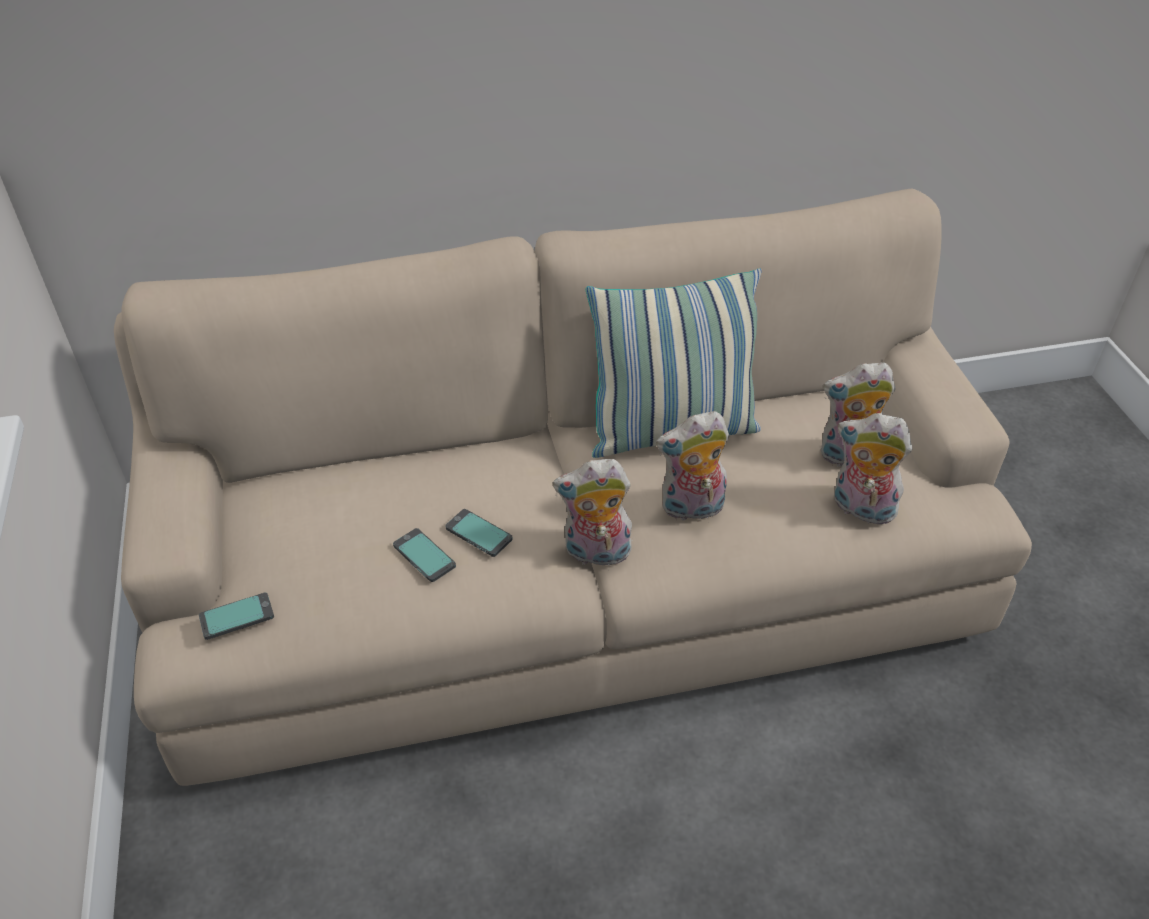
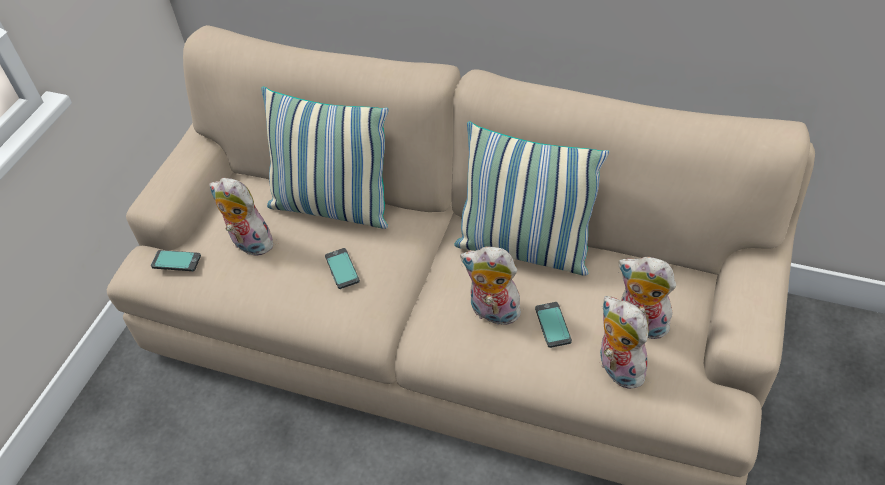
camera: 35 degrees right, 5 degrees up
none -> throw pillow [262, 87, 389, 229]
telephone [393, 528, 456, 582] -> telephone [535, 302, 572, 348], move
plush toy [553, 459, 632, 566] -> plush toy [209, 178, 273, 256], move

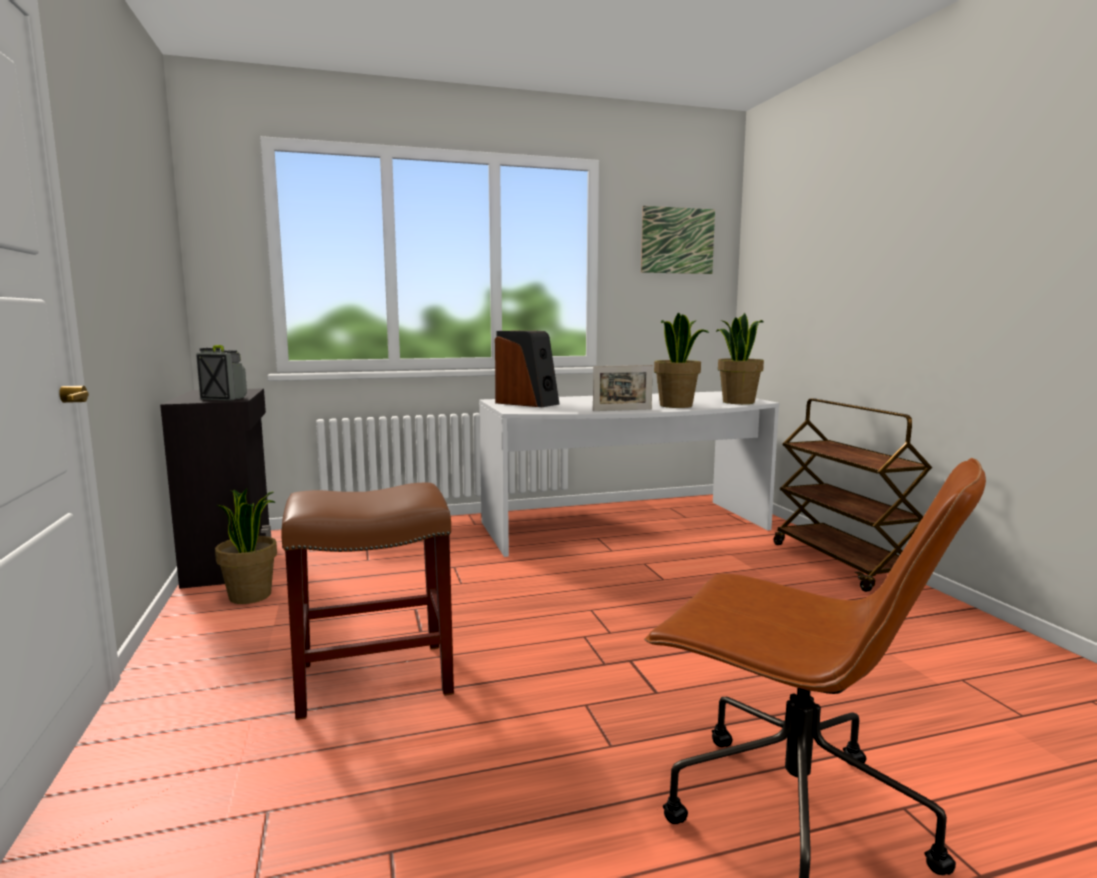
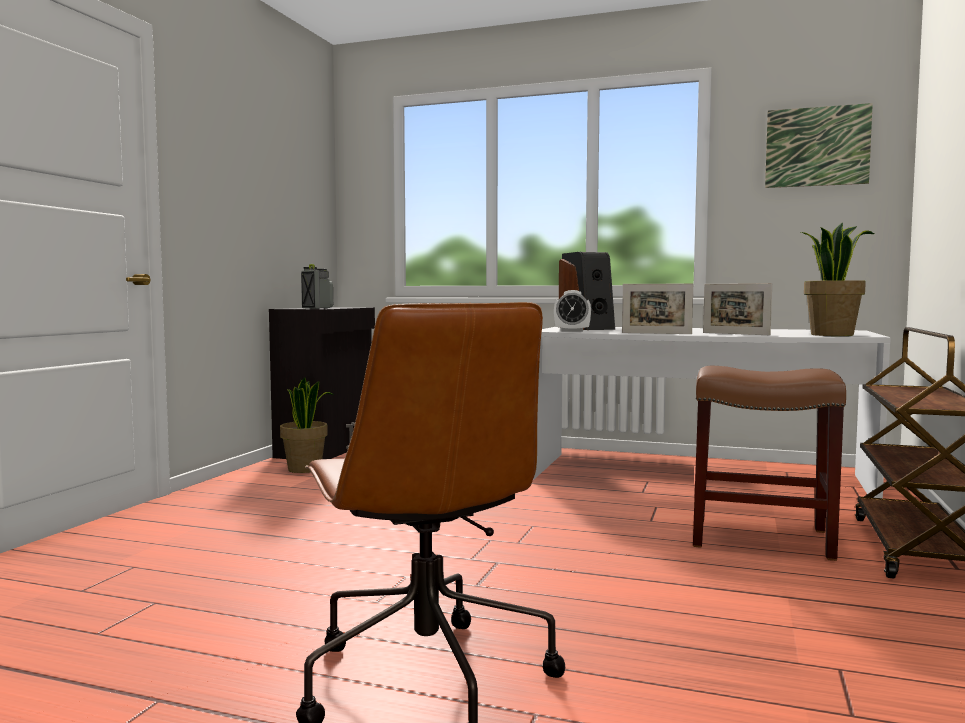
camera: 35 degrees right, 5 degrees down
none -> bedside clock [554, 290, 591, 332]
brown stool [281, 483, 454, 720] -> brown stool [693, 366, 846, 561], move
potted plant [654, 312, 709, 408] -> standing frame [703, 283, 772, 335]

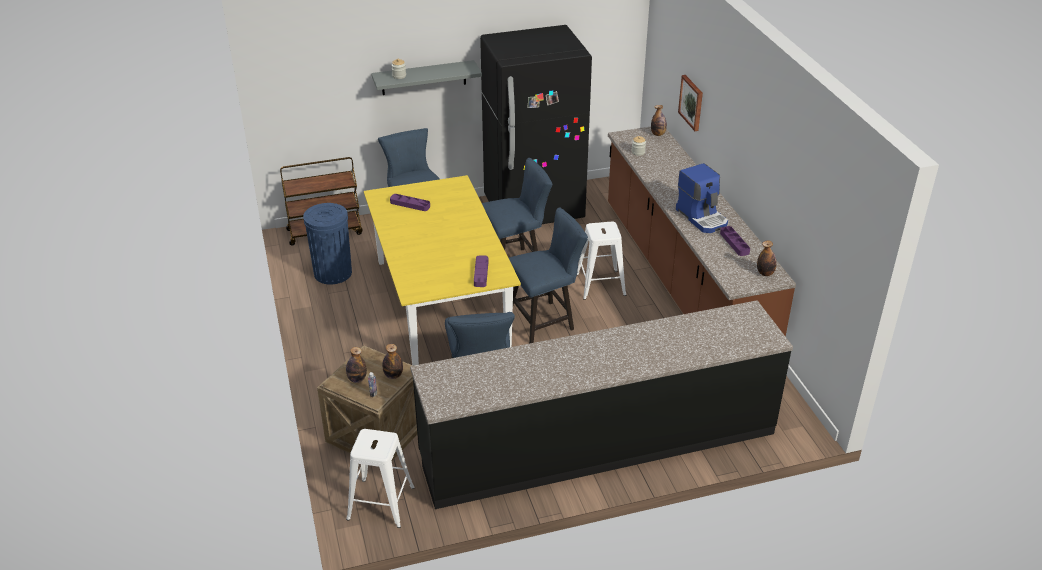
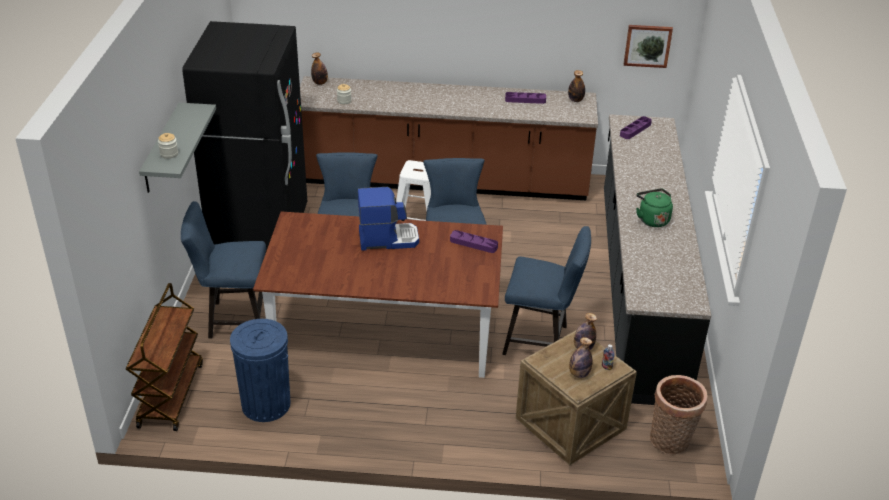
camera: 70 degrees left, 0 degrees up
none -> greenish tea kettle [636, 189, 673, 227]
purplish serving tray [390, 194, 430, 211] -> purplish serving tray [620, 116, 652, 139], move
coffee machine [676, 163, 728, 233] -> coffee machine [358, 187, 419, 251], move
wall picture [678, 75, 703, 131] -> wall picture [624, 25, 673, 68], move
white-coloured stool [346, 429, 415, 528] -> basket [650, 375, 708, 454]
yellowish dining table [364, 175, 521, 366] -> brown dining table [253, 212, 503, 378]

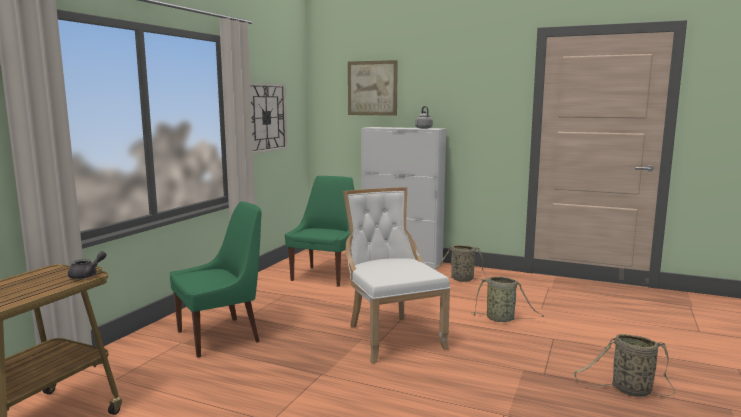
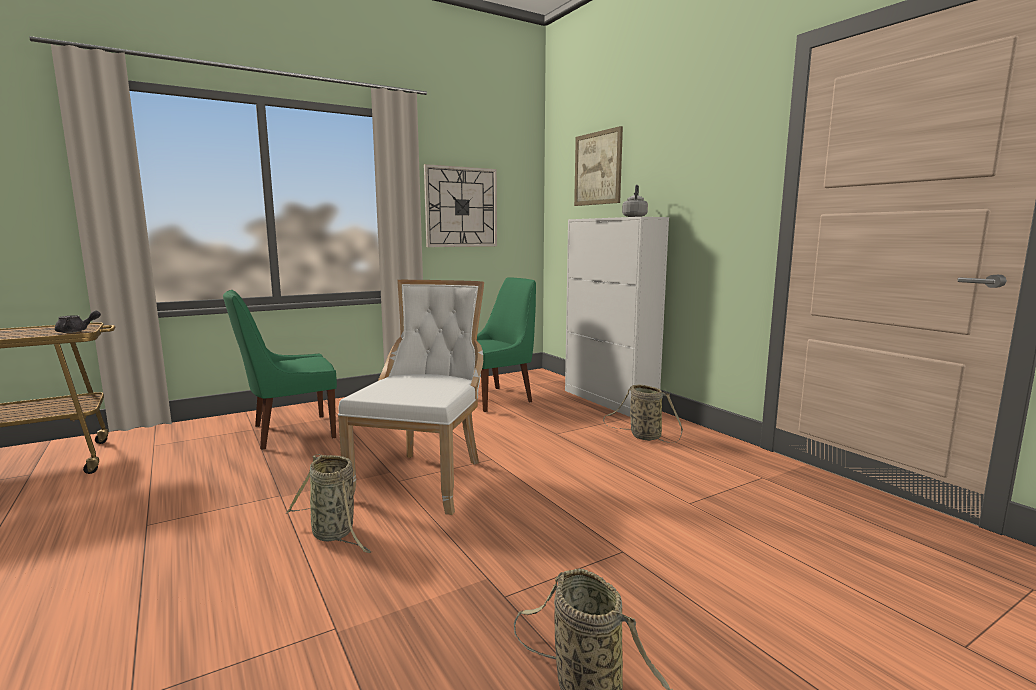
camera: 35 degrees right, 0 degrees up
basket [473, 276, 544, 322] -> basket [286, 454, 373, 553], move
greenish plain chair [170, 202, 261, 358] -> greenish plain chair [223, 290, 337, 450], 150 degrees clockwise

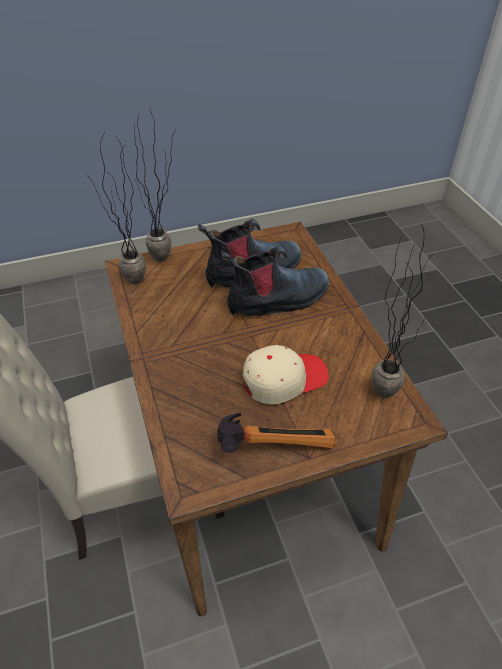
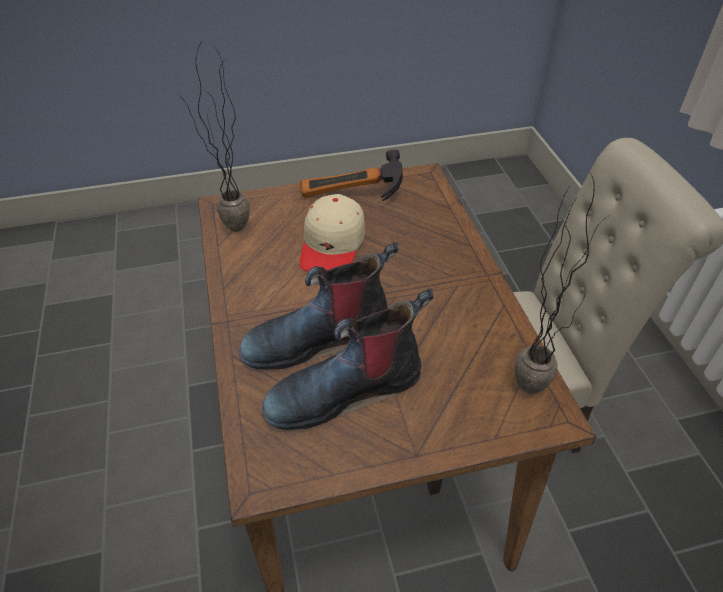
camera: 175 degrees left, 0 degrees up
potted plant [134, 107, 176, 262] -> none
beige-coloured cap [243, 345, 329, 404] -> beige-coloured cap [300, 194, 365, 272], 60 degrees counterclockwise

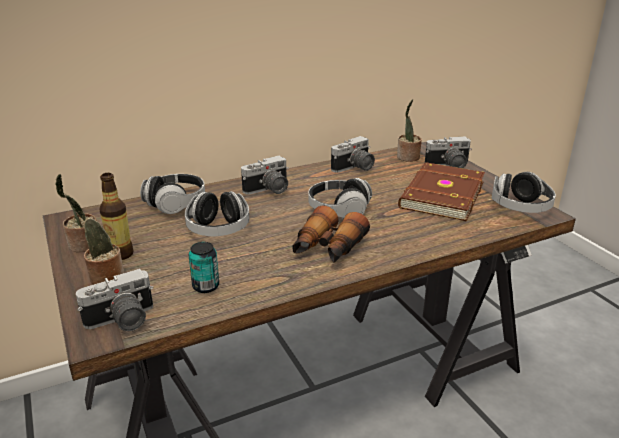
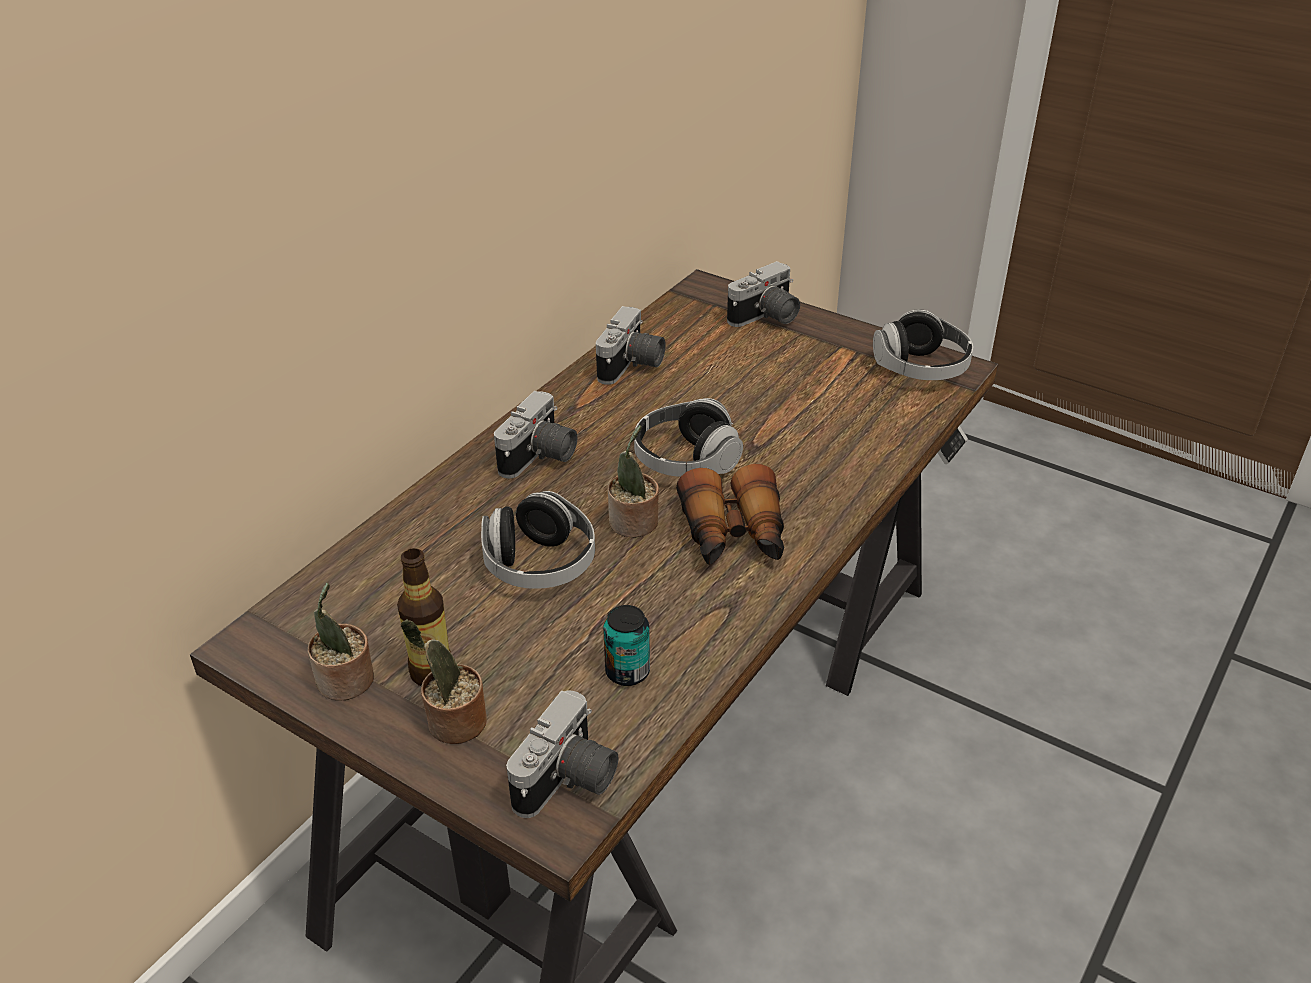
camera: 30 degrees left, 10 degrees up
headphones [140, 174, 205, 214] -> none
brown volume [398, 162, 485, 221] -> none
potted plant [397, 99, 422, 162] -> potted plant [608, 425, 659, 537], move

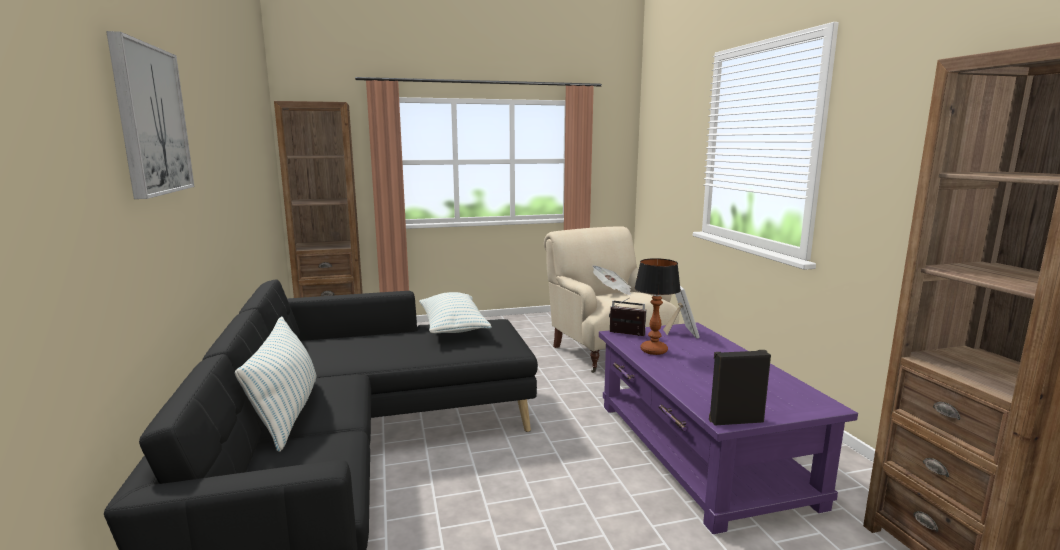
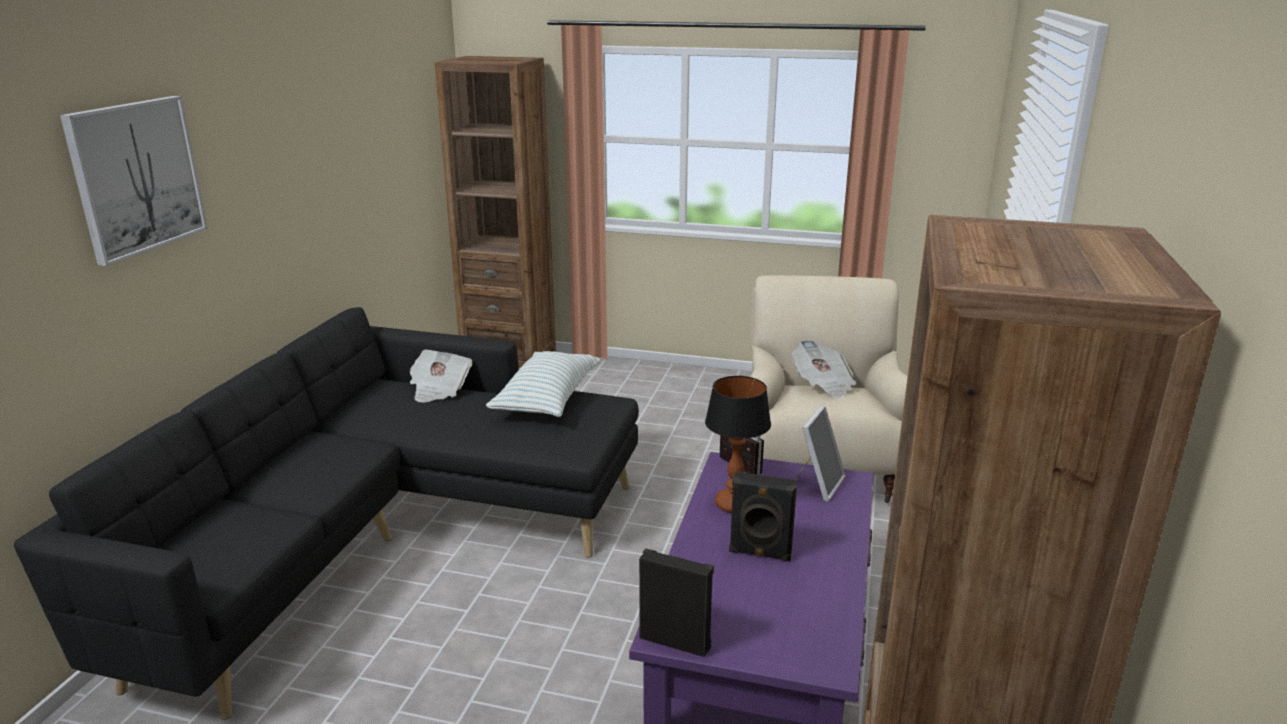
camera: 30 degrees right, 10 degrees up
throw pillow [235, 317, 317, 452] -> none
none -> newspaper [410, 350, 472, 402]
none -> black-coloured speaker [729, 471, 797, 562]

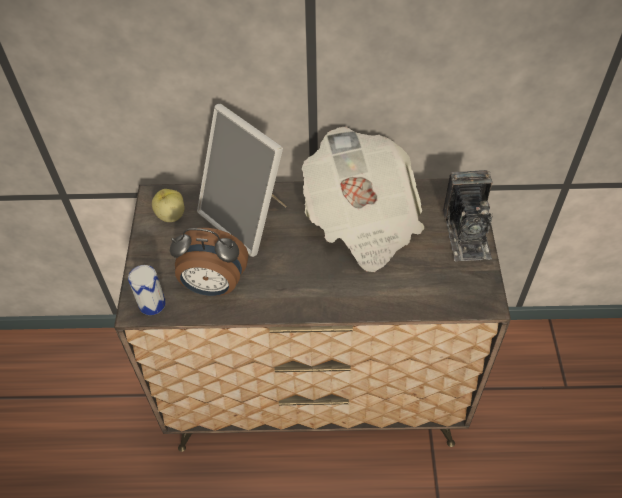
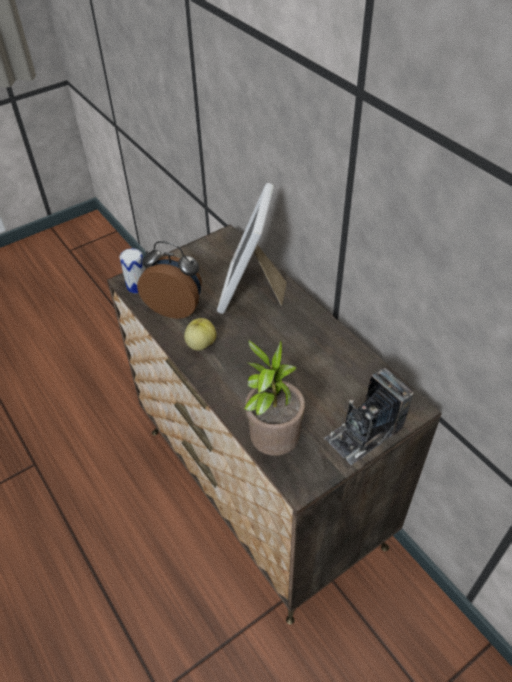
camera: 55 degrees right, 5 degrees down
newspaper [302, 127, 424, 272] -> none
none -> potted plant [244, 340, 305, 456]
whole apple [152, 189, 185, 222] -> whole apple [184, 318, 217, 351], move
bedside clock [170, 228, 248, 296] -> bedside clock [137, 241, 202, 319], 135 degrees clockwise

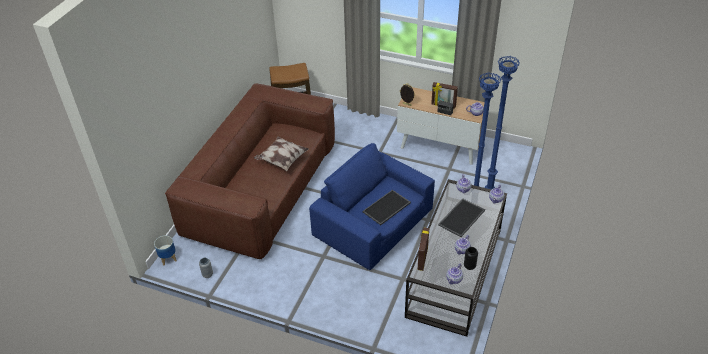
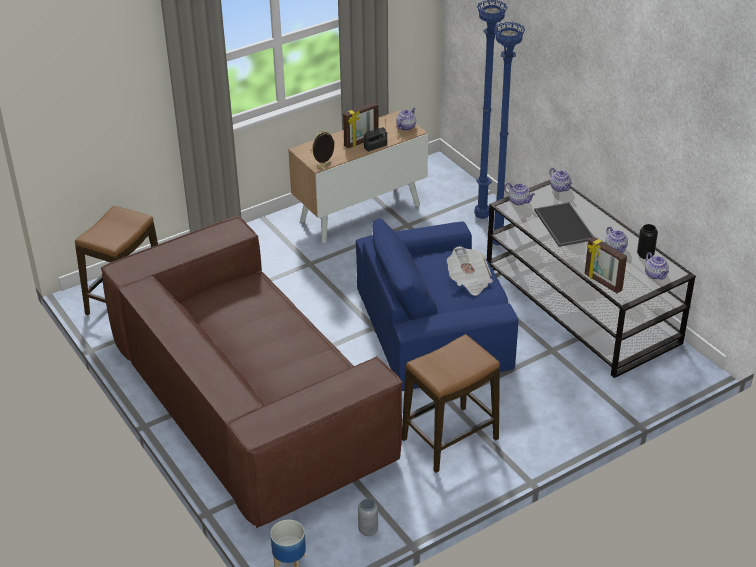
camera: 55 degrees left, 5 degrees down
throw pillow [254, 137, 309, 171] -> none
none -> stool [402, 334, 500, 473]
serving tray [362, 190, 411, 225] -> newspaper [447, 246, 493, 296]

